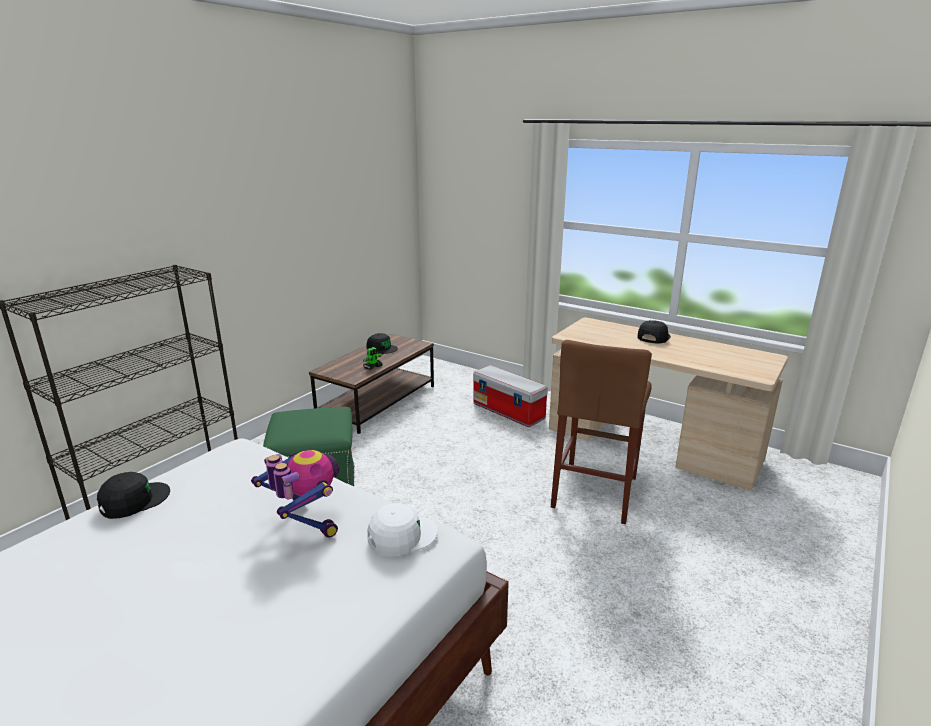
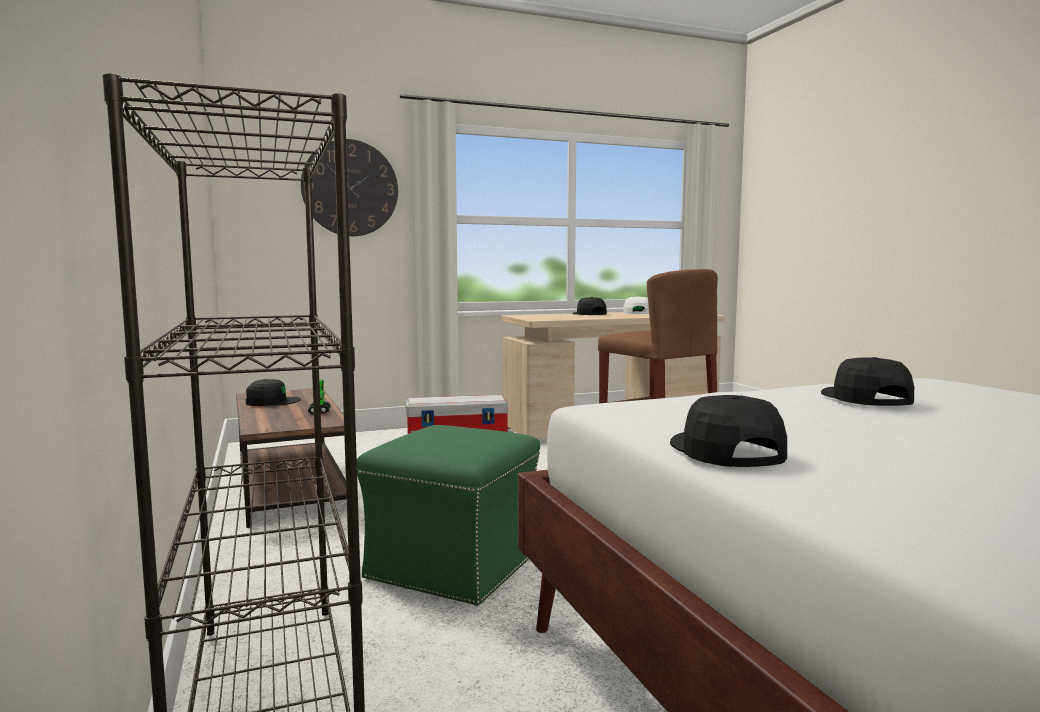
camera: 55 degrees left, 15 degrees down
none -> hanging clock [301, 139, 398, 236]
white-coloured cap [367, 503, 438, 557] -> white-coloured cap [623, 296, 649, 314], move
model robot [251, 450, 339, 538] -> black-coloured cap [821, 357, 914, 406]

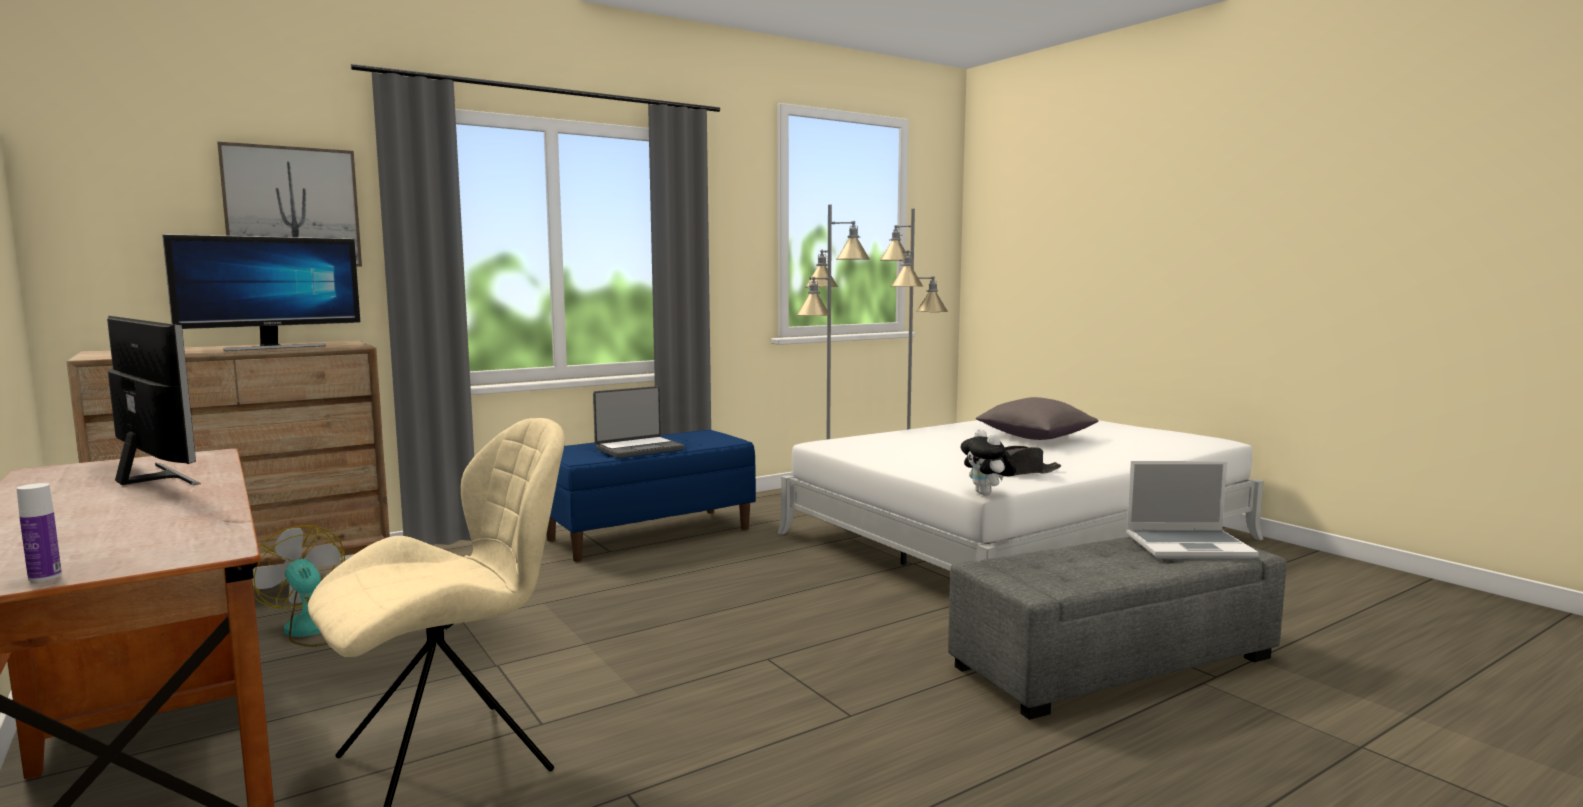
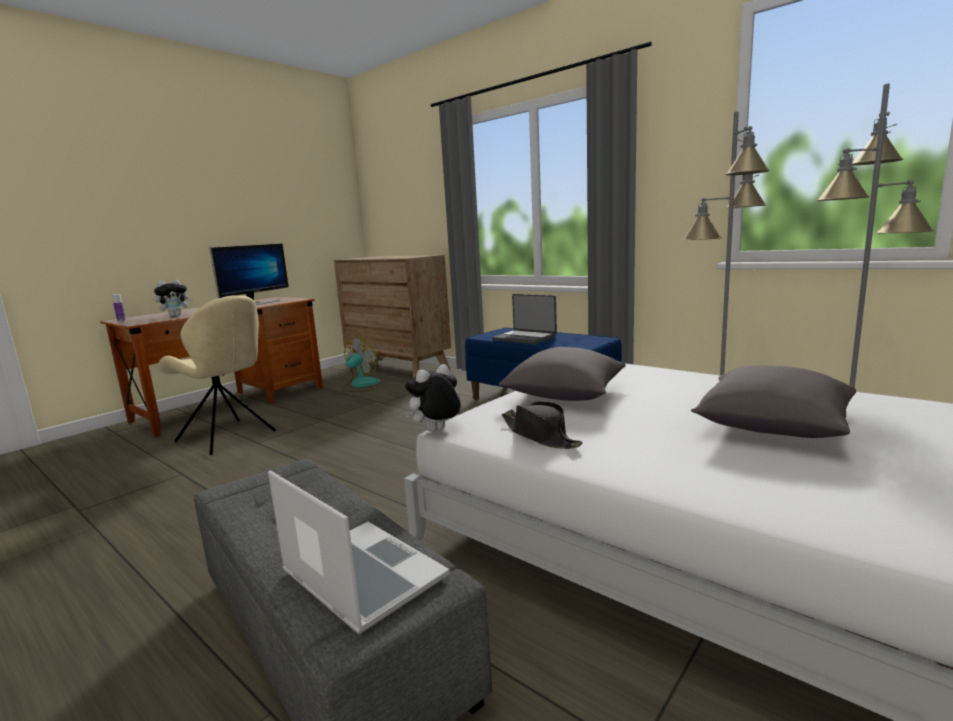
camera: 75 degrees right, 5 degrees up
computer display [162, 234, 360, 351] -> none
wall picture [217, 142, 362, 266] -> none
none -> plush toy [154, 279, 193, 317]
none -> greyish throw pillow [499, 347, 626, 401]
portable computer [1126, 461, 1259, 559] -> portable computer [268, 470, 450, 634], 150 degrees clockwise

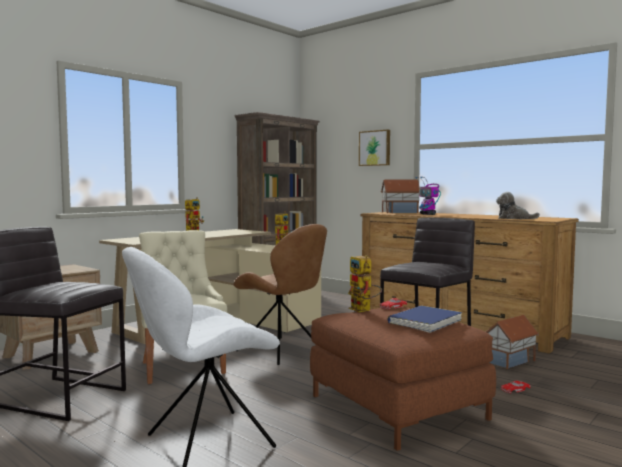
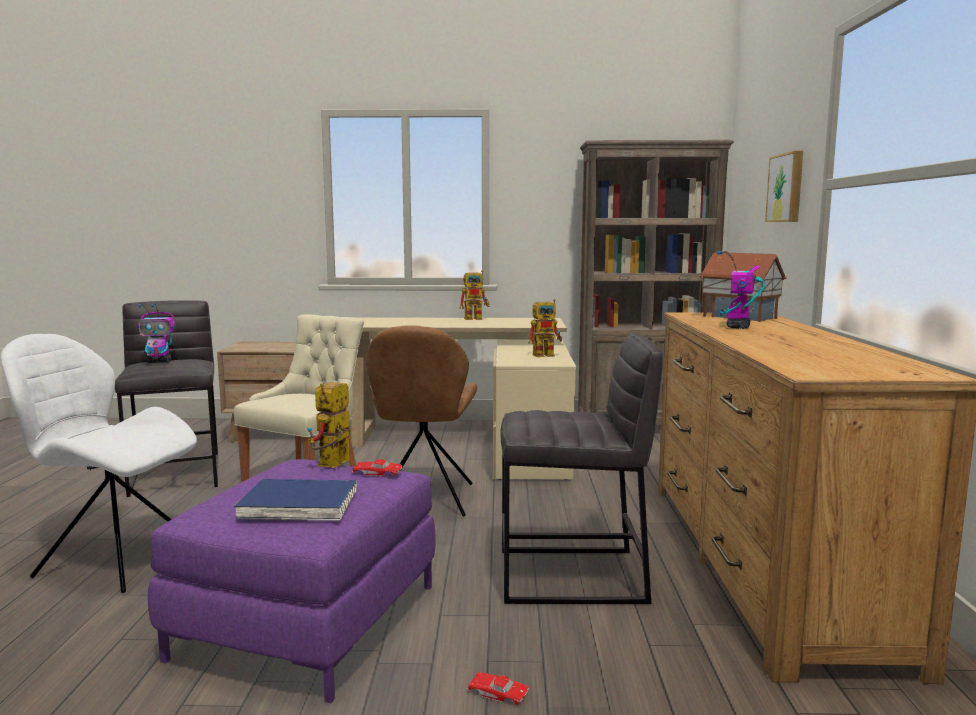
camera: 50 degrees right, 5 degrees up
model house [486, 315, 539, 369] -> none
plush toy [496, 192, 540, 219] -> none
none -> model robot [138, 304, 176, 363]
brown ottoman [310, 306, 496, 451] -> purplish ottoman [148, 459, 436, 703]

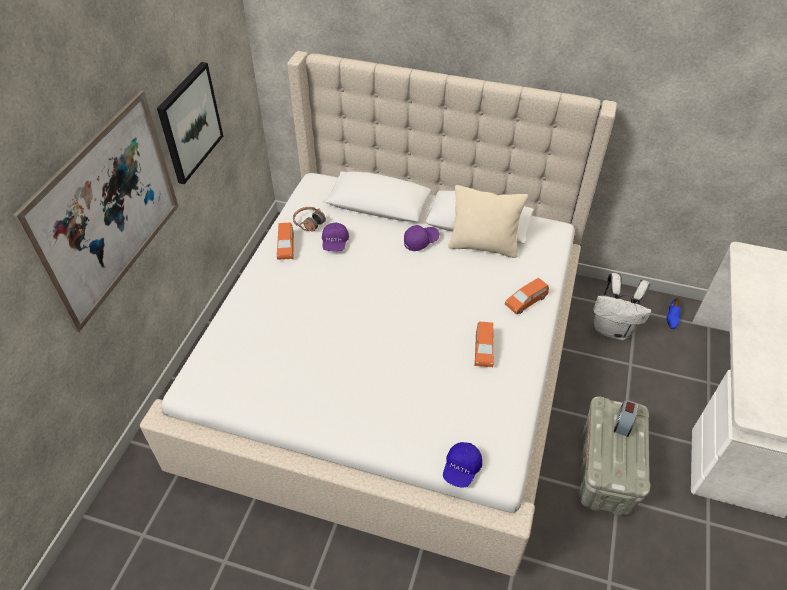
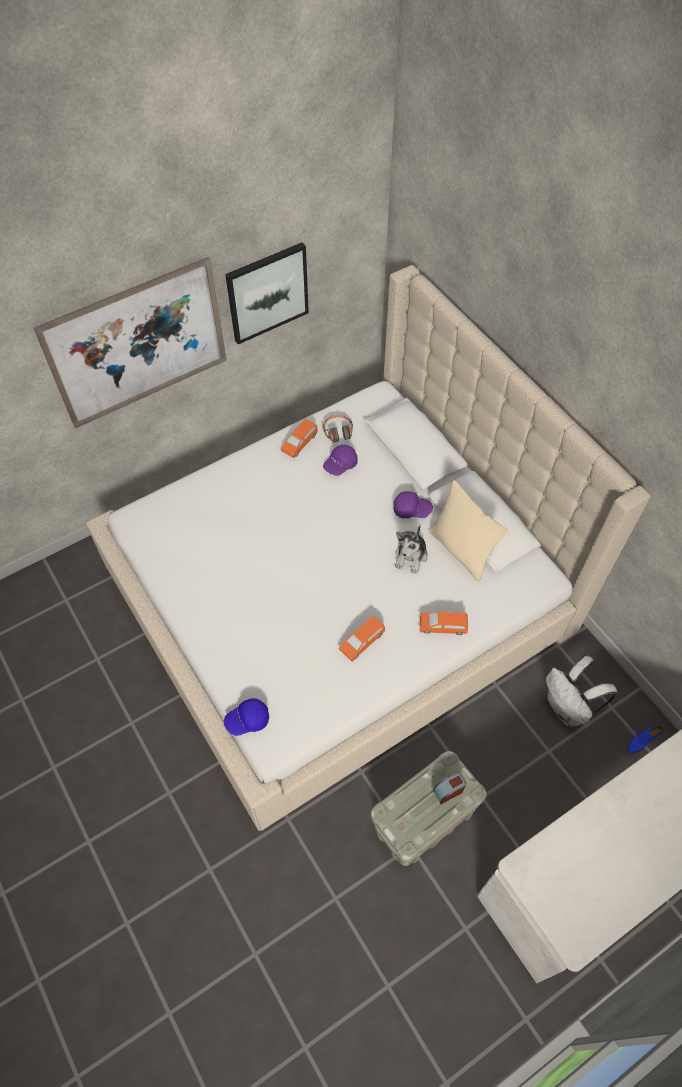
camera: 40 degrees right, 10 degrees up
none -> plush toy [395, 525, 428, 574]

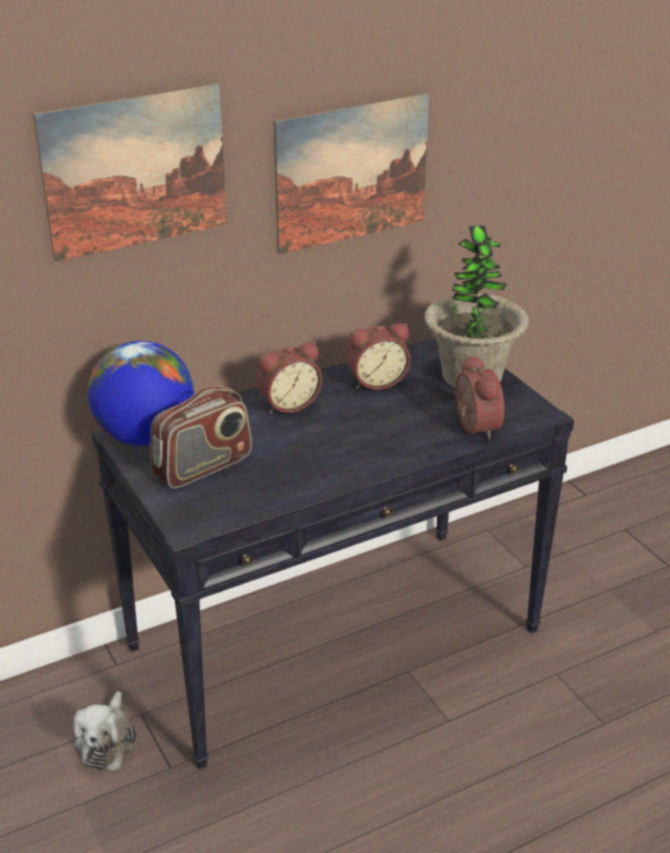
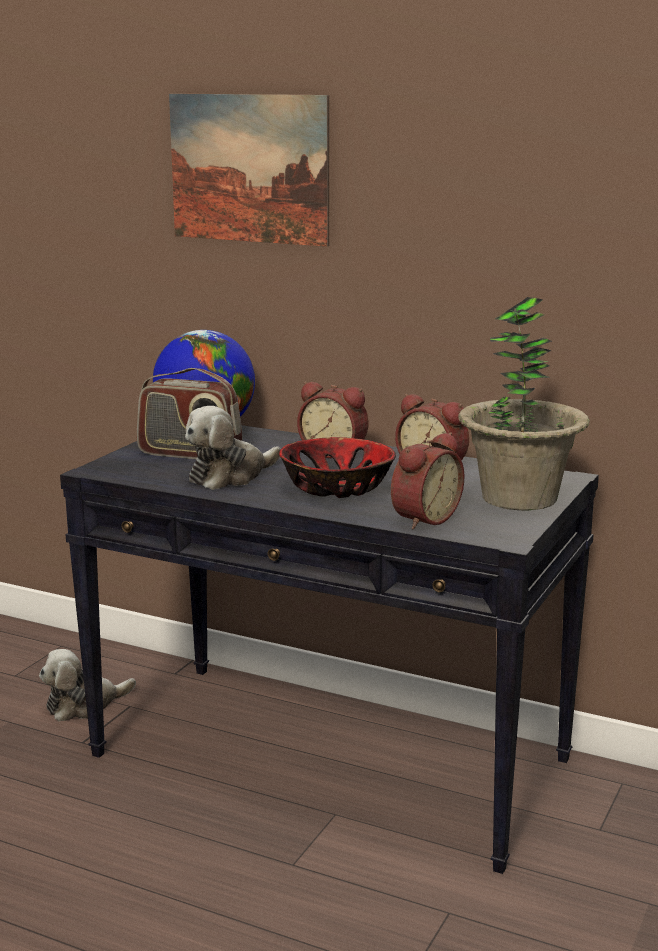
camera: 55 degrees right, 15 degrees down
wall picture [273, 93, 429, 254] -> none
none -> plush toy [185, 406, 281, 490]
none -> deep dish [279, 437, 396, 498]

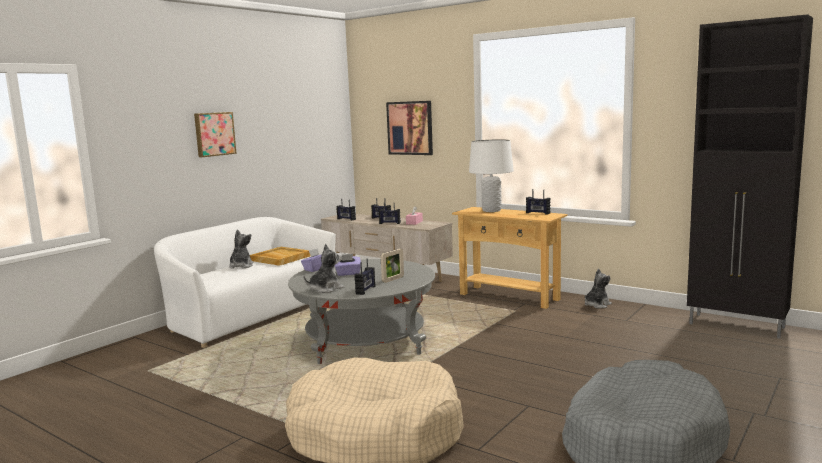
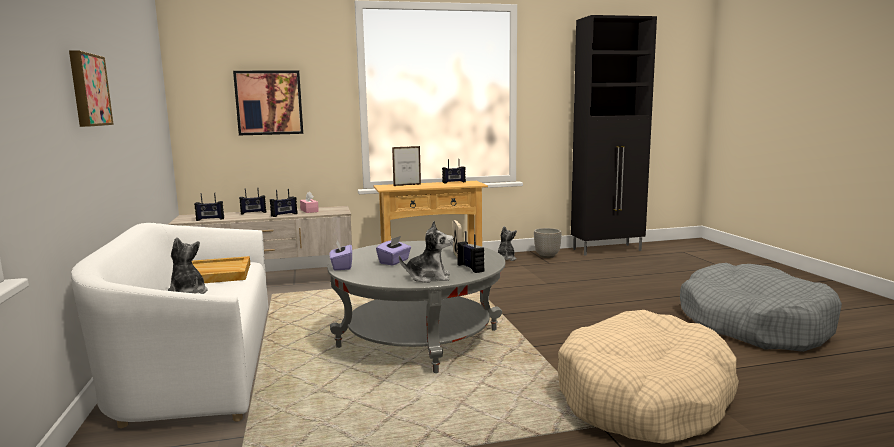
camera: 50 degrees left, 0 degrees up
none -> planter [534, 228, 562, 258]
white-coloured tabletop lamp [469, 139, 514, 212] -> standing frame [392, 146, 421, 186]
plush toy [304, 244, 344, 293] -> plush toy [399, 221, 454, 283], 90 degrees clockwise

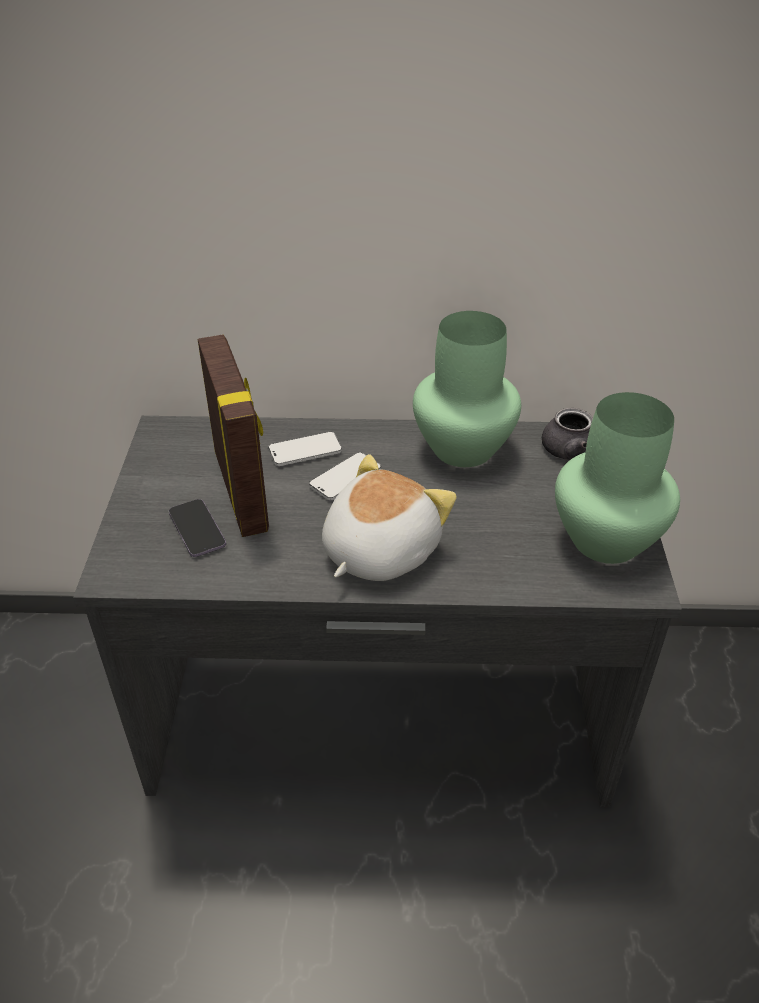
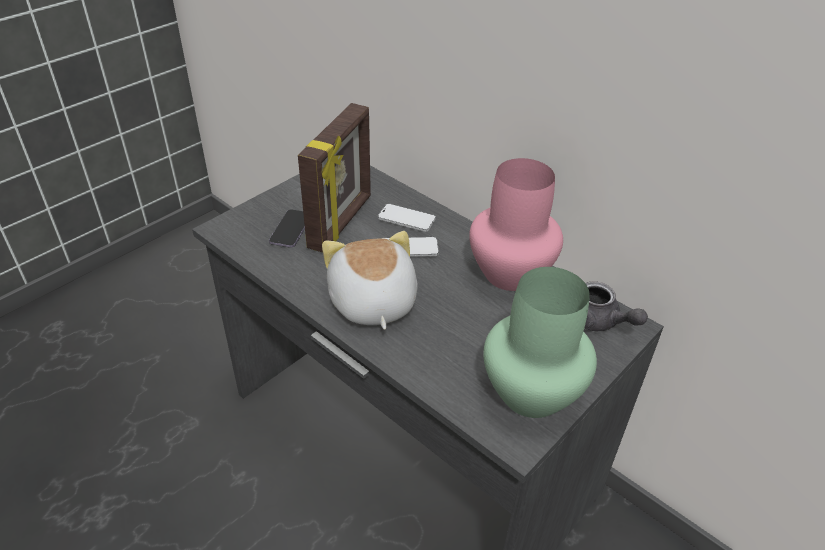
camera: 40 degrees right, 0 degrees up
greenish decorative vase [413, 311, 521, 467] -> pinkish decorative vase [469, 158, 563, 291]
plush toy [322, 454, 457, 581] -> plush toy [322, 231, 418, 330], 90 degrees counterclockwise

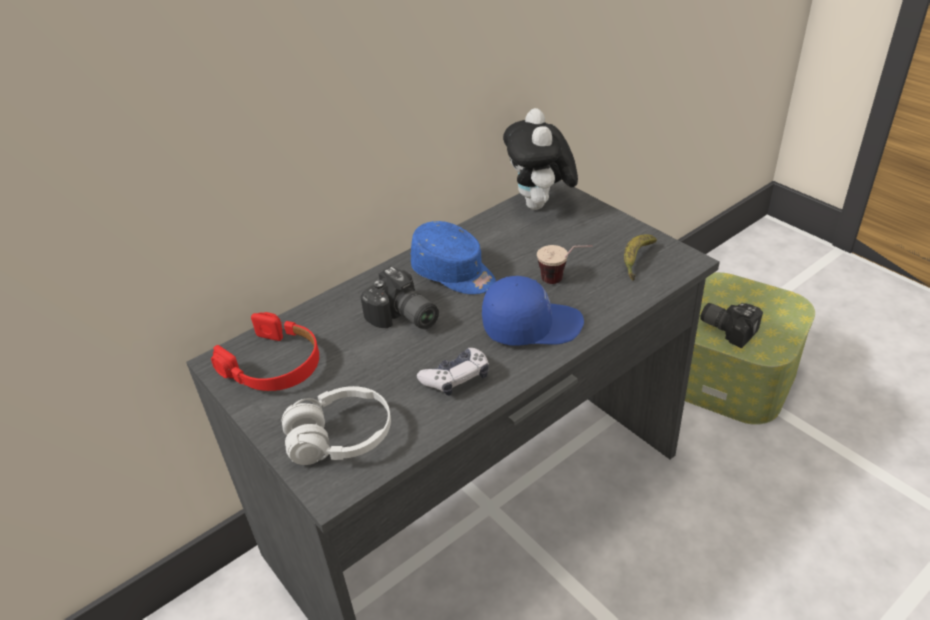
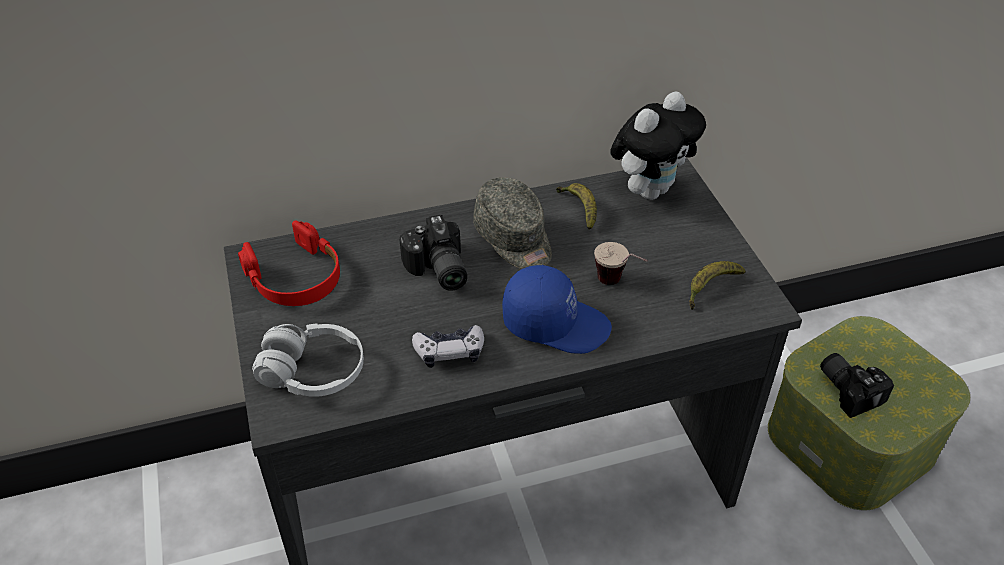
camera: 20 degrees right, 5 degrees up
none -> whole banana [556, 183, 597, 230]
blue-coloured cap [411, 221, 496, 294] -> greyish cap [473, 177, 552, 269]
plush toy [503, 108, 578, 210] -> plush toy [610, 91, 706, 200], 150 degrees counterclockwise

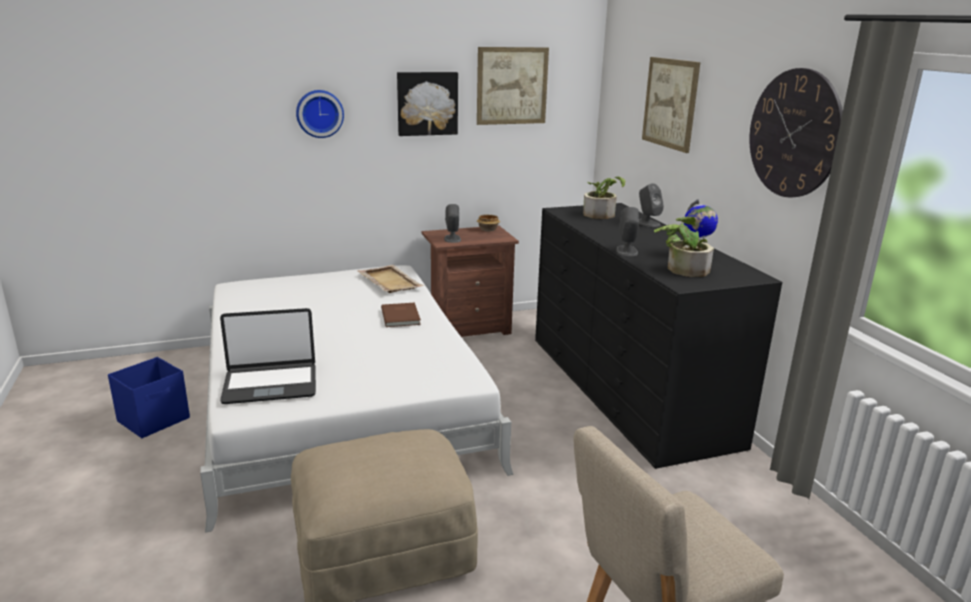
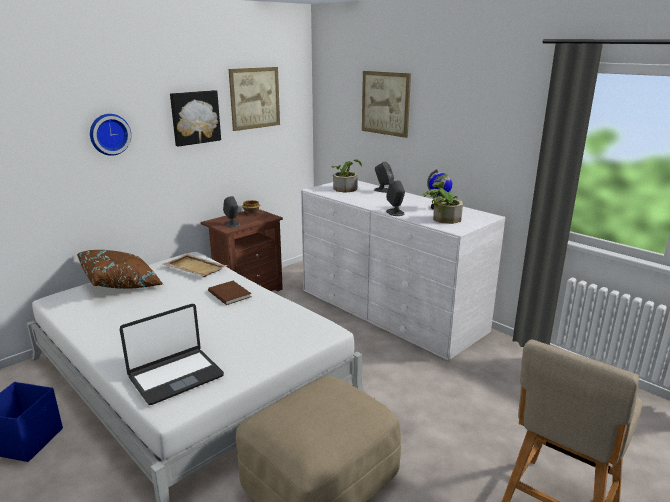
camera: 25 degrees left, 0 degrees up
hanging clock [749, 68, 843, 197] -> none
none -> brown throw pillow [77, 250, 163, 289]
black-coloured chest of drawers [535, 203, 782, 469] -> white-coloured chest of drawers [301, 180, 505, 361]

